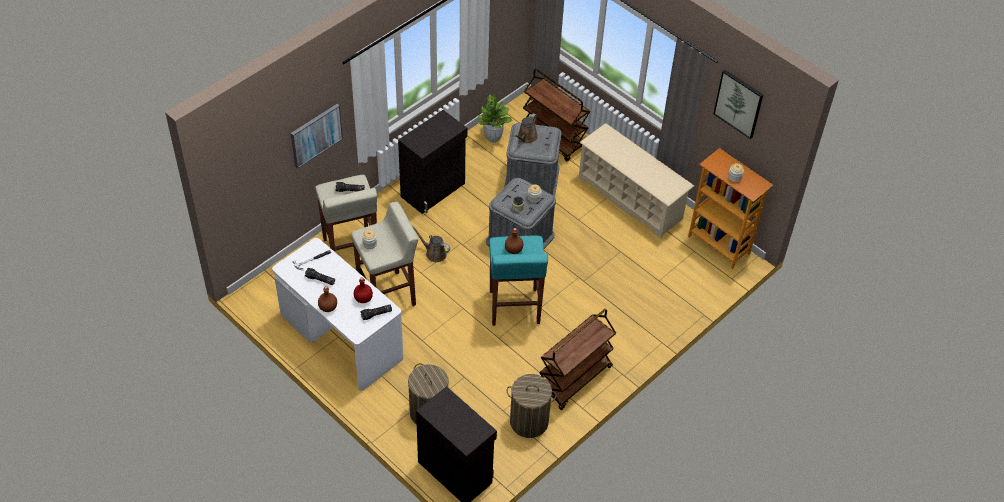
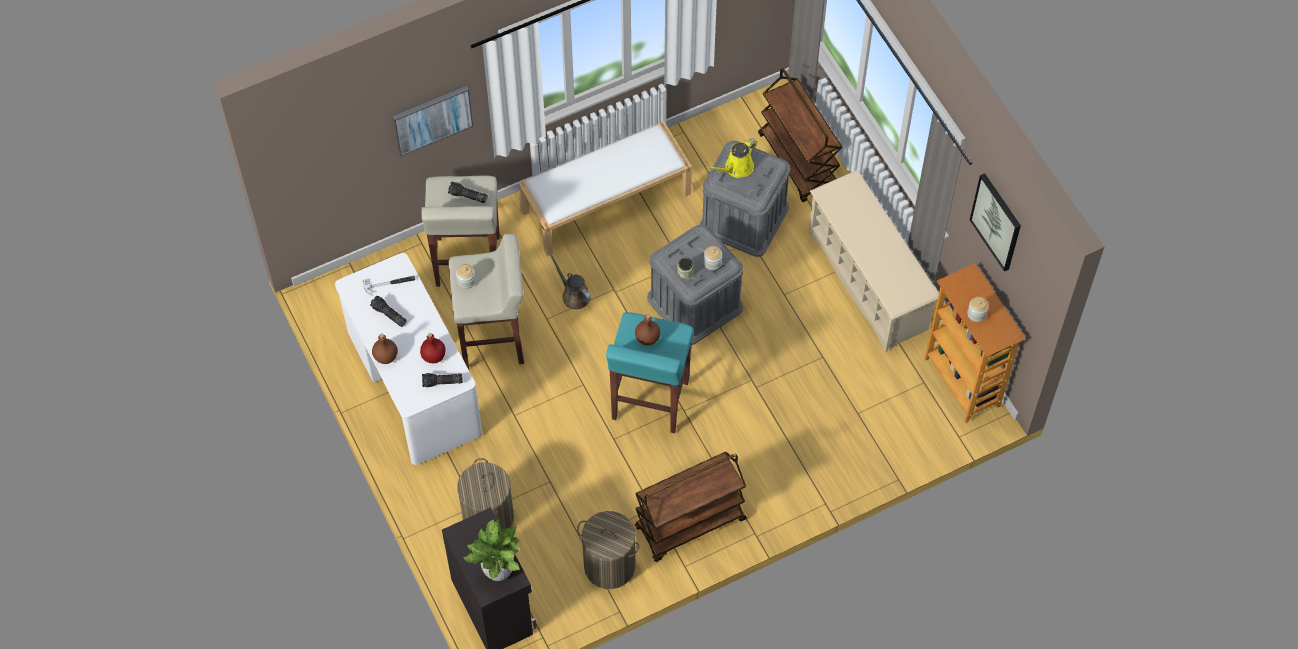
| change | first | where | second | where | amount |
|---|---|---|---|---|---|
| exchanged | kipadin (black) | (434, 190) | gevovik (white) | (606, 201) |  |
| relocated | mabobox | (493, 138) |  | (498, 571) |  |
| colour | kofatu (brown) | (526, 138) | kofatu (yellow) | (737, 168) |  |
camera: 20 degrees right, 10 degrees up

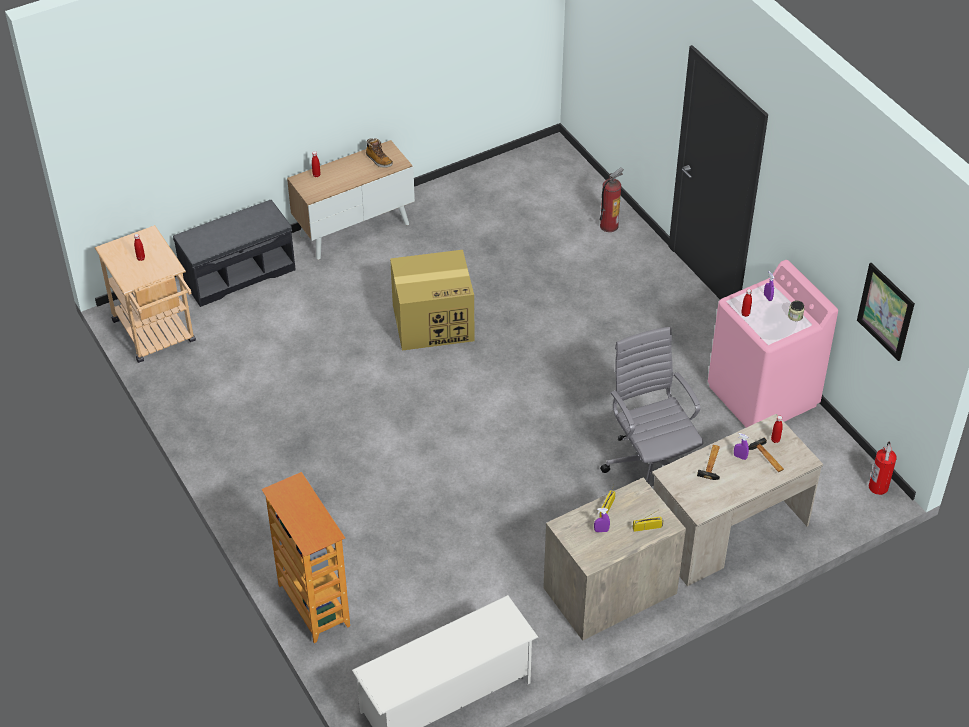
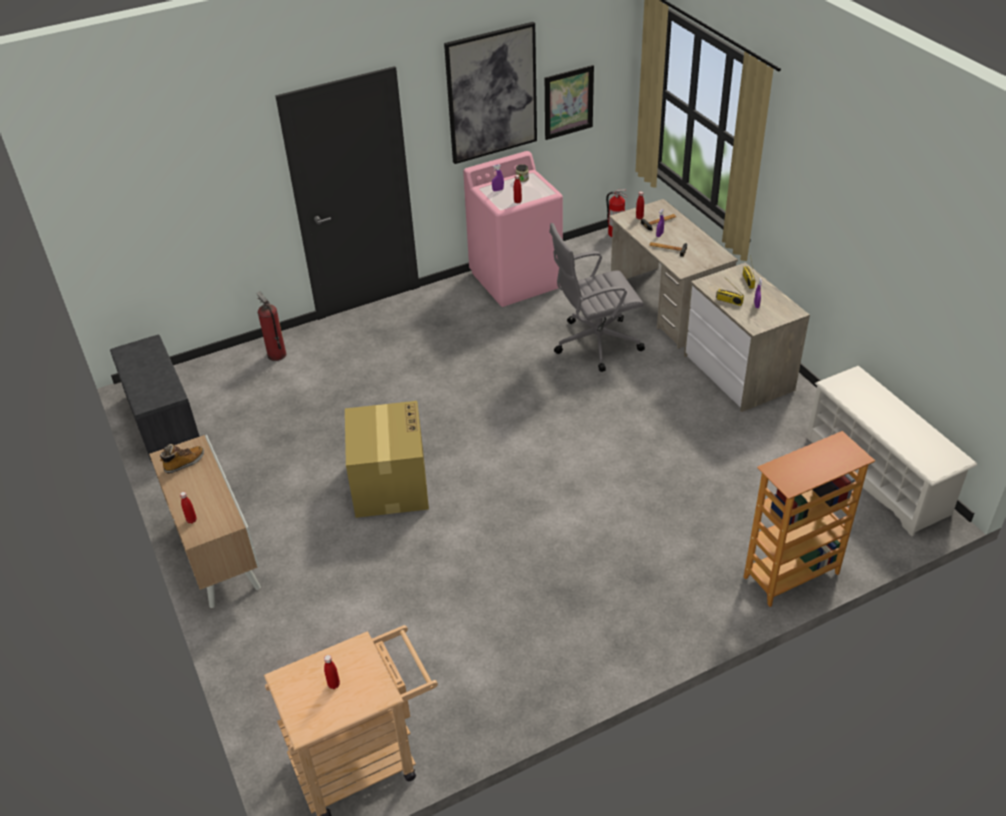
| change | first | where | second | where | amount |
|---|---|---|---|---|---|
| relocated | gevovik (grey) | (238, 273) |  | (161, 419) |  |
| appeared |  |  | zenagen | (491, 93) |  |
camera: 85 degrees left, 5 degrees down

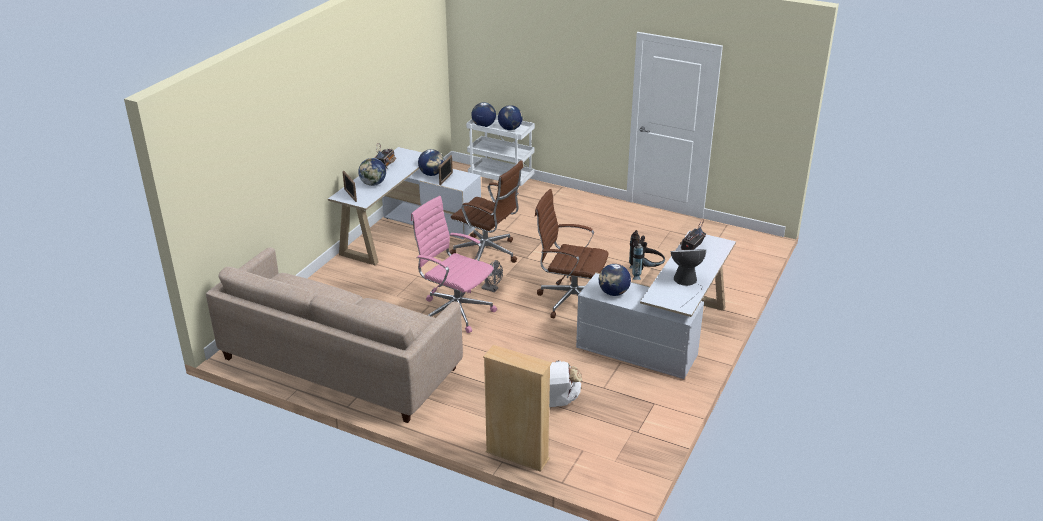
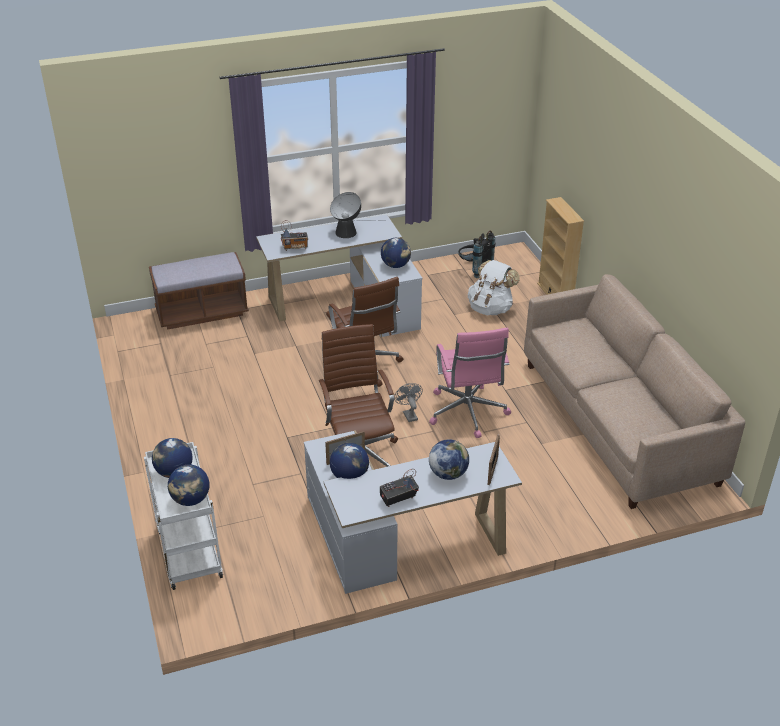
| change | first | where | second | where | amount |
|---|---|---|---|---|---|
| relocated | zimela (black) | (645, 273) |  | (474, 269) |  |
| appeared |  |  | gevovik (brown) | (202, 313) |  |
camera: 135 degrees left, 5 degrees up

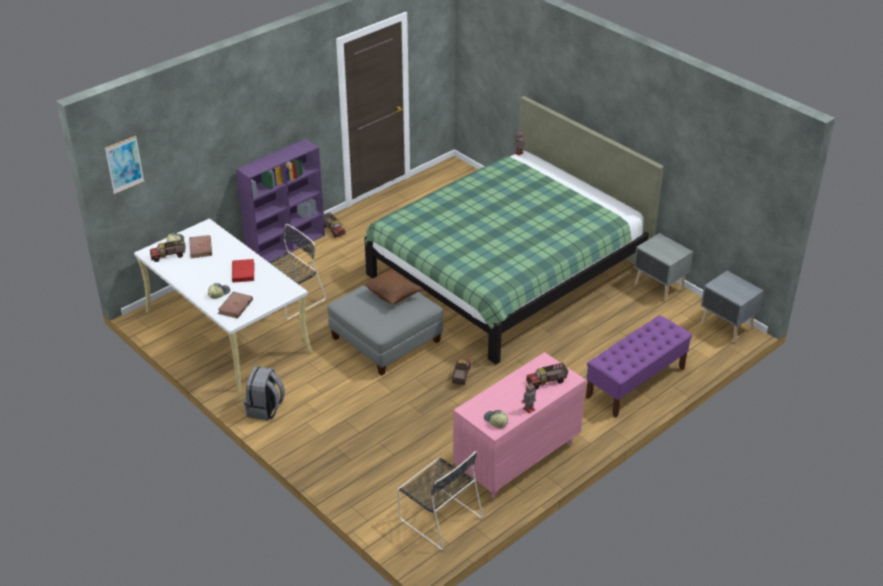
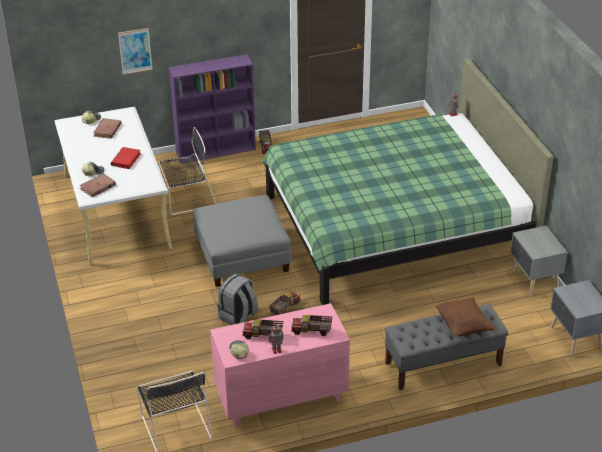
| change | first | where | second | where | amount |
|---|---|---|---|---|---|
| relocated | zenagen | (124, 164) |  | (135, 51) |  |
| relocated | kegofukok | (169, 256) |  | (263, 335) |  |
| relocated | zimela (grey) | (265, 409) |  | (238, 316) |  |
| relocated | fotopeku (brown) | (393, 296) |  | (463, 326) |  |
| colour | gevovik (purple) | (635, 383) | gevovik (grey) | (442, 364) |  |
camera: 25 degrees right, 0 degrees up

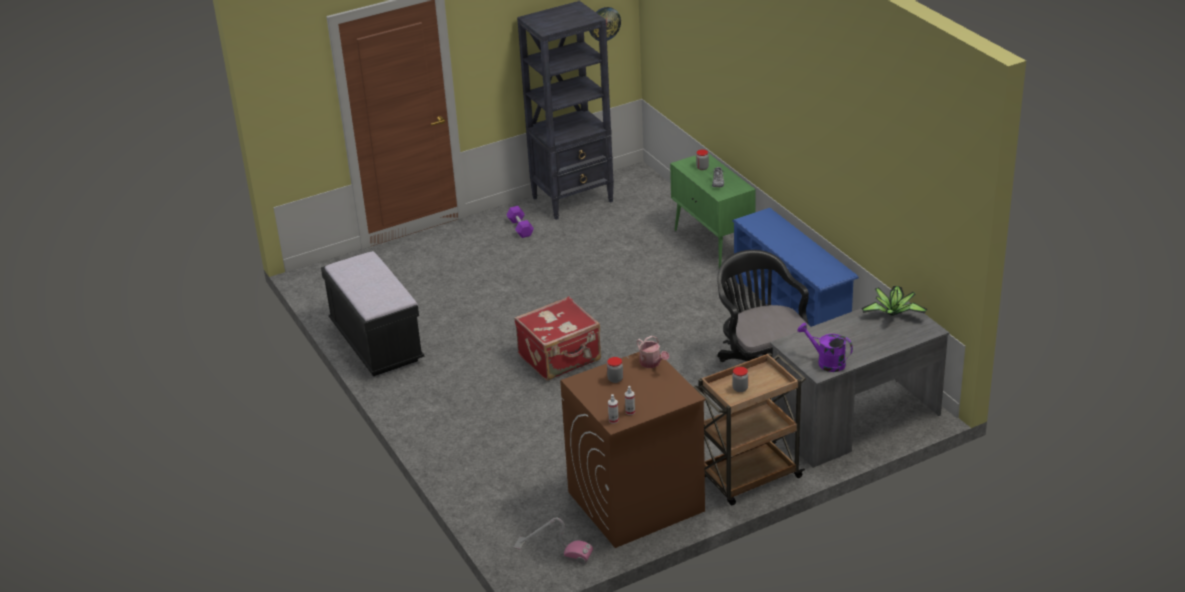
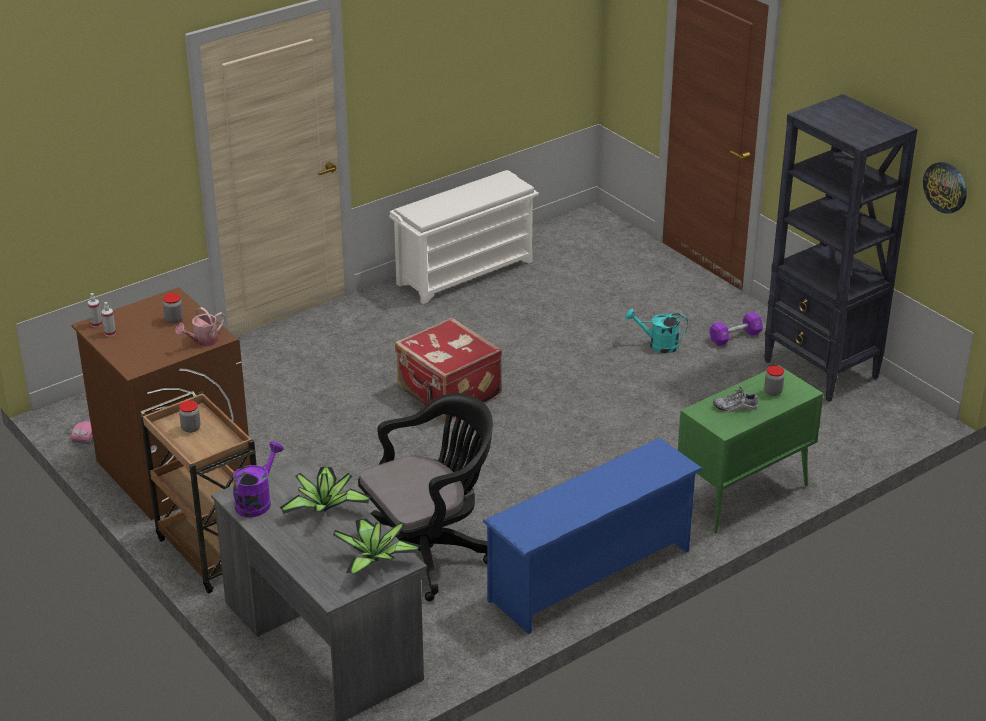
| change | first | where | second | where | amount |
|---|---|---|---|---|---|
| exchanged | gevovik (black) | (376, 343) | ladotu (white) | (465, 272) |  |
| appeared |  |  | mabobox | (324, 506) |  |
| appeared |  |  | kofatu (turquoise) | (658, 345) |  |
camera: 80 degrees right, 0 degrees up

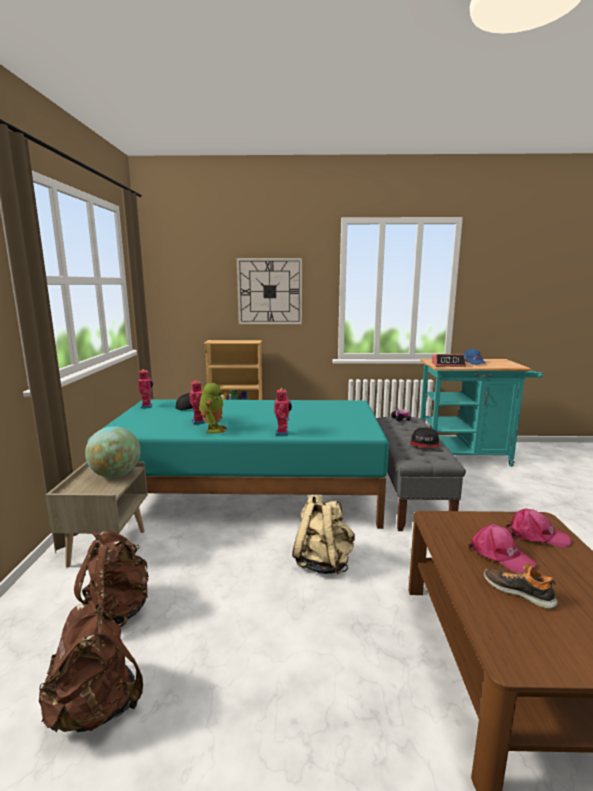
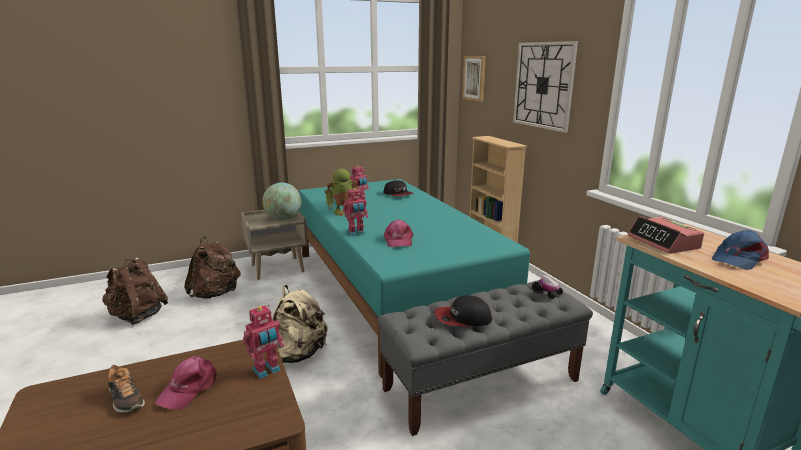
| change | first | where | second | where | amount |
|---|---|---|---|---|---|
| relocated | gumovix | (147, 406) |  | (267, 371) |  |
| spun | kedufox | (518, 591) |  | (125, 399) | 120 degrees clockwise |
| relocated | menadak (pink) | (536, 535) |  | (398, 240) |  |
| appeared |  |  | zenagen | (474, 78) |  |
camera: 65 degrees right, 5 degrees up

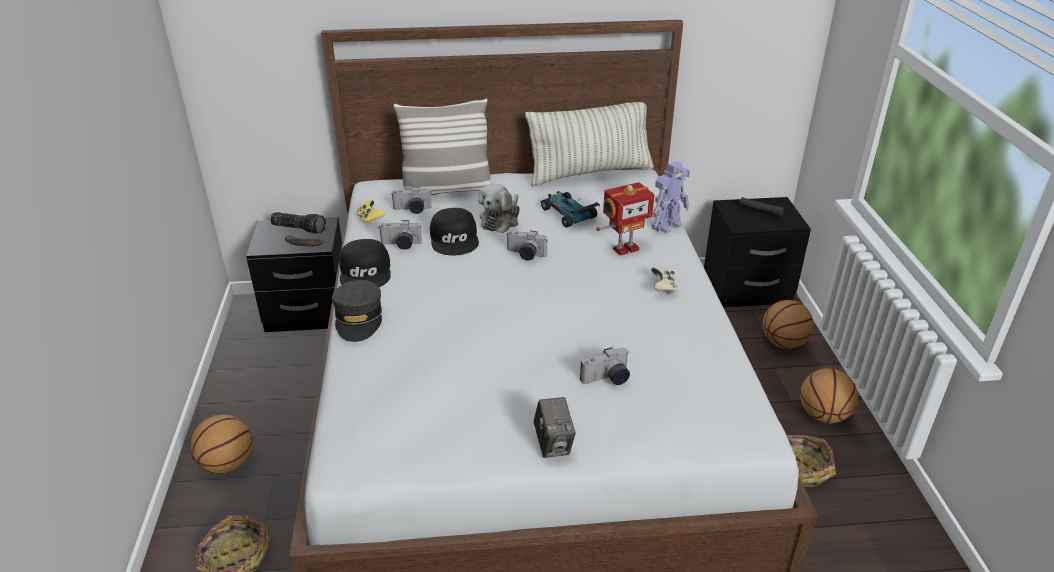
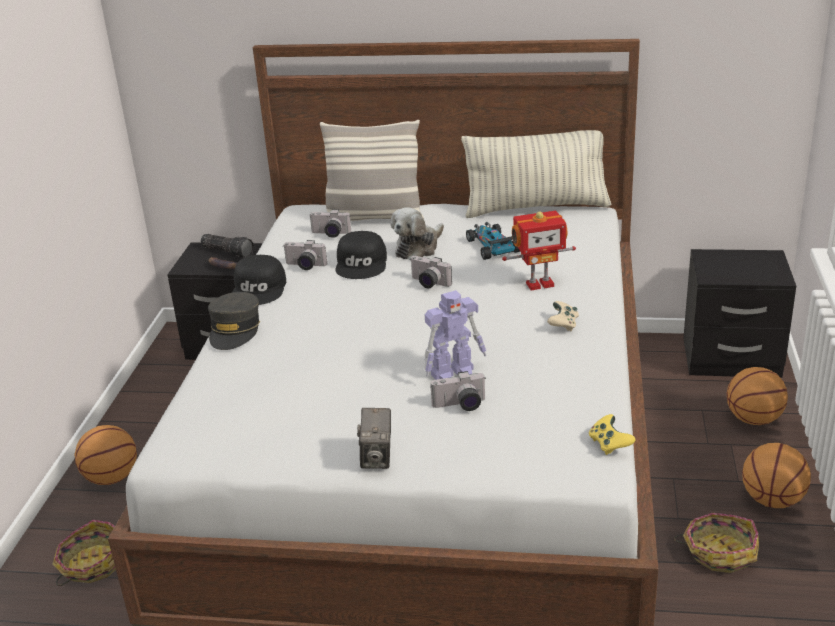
| change | first | where | second | where | amount |
|---|---|---|---|---|---|
| relocated | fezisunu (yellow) | (370, 219) |  | (609, 444) |  |
| relocated | gumovix | (667, 224) |  | (454, 372) |  |
| missing | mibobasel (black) | (760, 210) |  |  |  |
camera: 15 degrees right, 5 degrees down

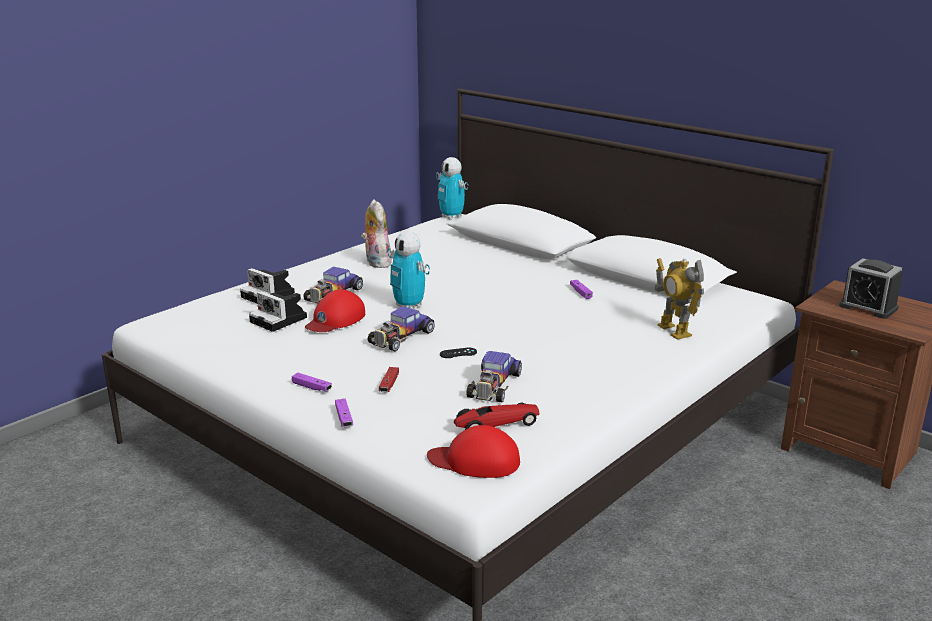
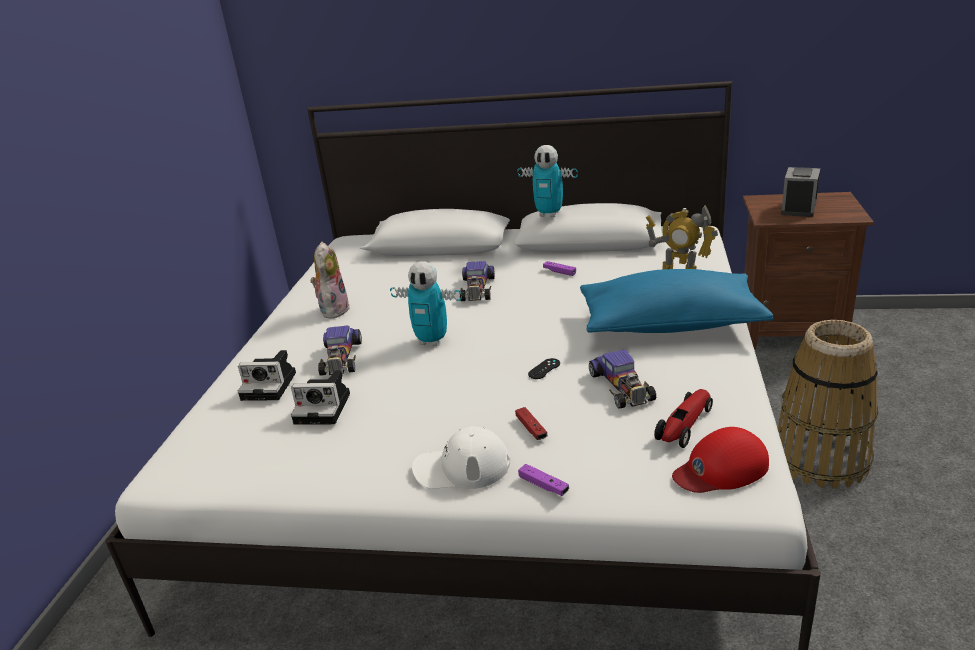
| change | first | where | second | where | amount |
|---|---|---|---|---|---|
| exchanged | fezisunu (purple) | (312, 387) | menadak (white) | (461, 467) |  |
| missing | menadak (red) | (335, 319) |  |  |  |
| spun | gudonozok | (376, 262) |  | (333, 309) | 60 degrees clockwise |
| relocated | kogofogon | (401, 337) |  | (477, 289) |  |
| relocated | gumovix | (451, 217) |  | (549, 214) |  |
| spun | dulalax | (868, 307) |  | (798, 208) | 105 degrees clockwise |
| appeared |  |  | fotopeku (blue) | (670, 325) |  |
| appeared |  |  | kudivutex | (820, 458) |  |
camera: 30 degrees left, 5 degrees up

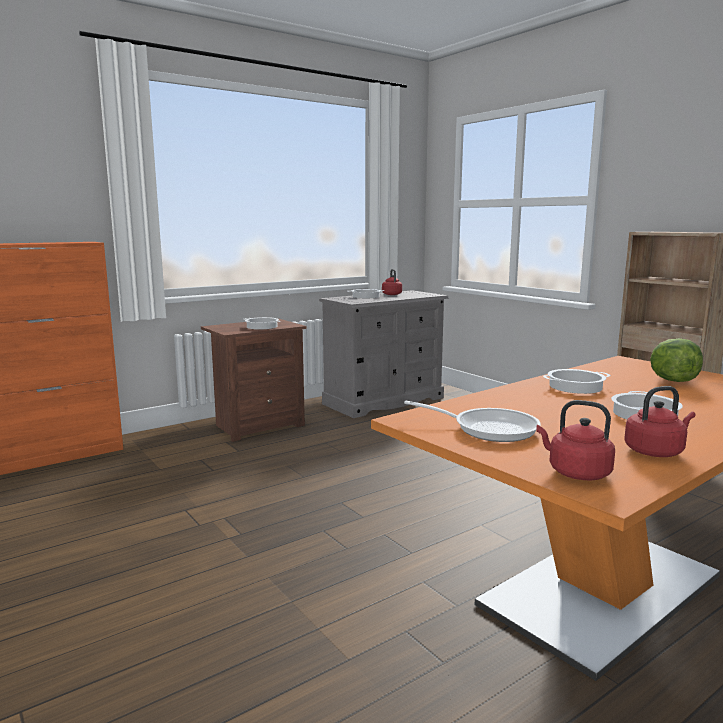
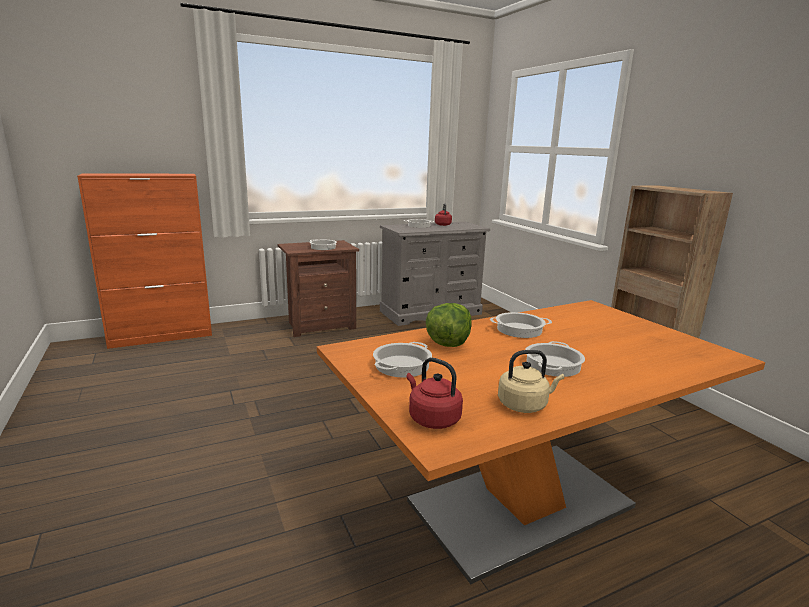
| change | first | where | second | where | amount |
|---|---|---|---|---|---|
| exchanged | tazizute | (488, 428) | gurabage | (401, 365) |  |
| colour | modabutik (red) | (656, 451) | modabutik (beige) | (524, 405) |  |
| relocated | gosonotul | (672, 380) |  | (447, 343) |  |
camera: 10 degrees right, 5 degrees up

